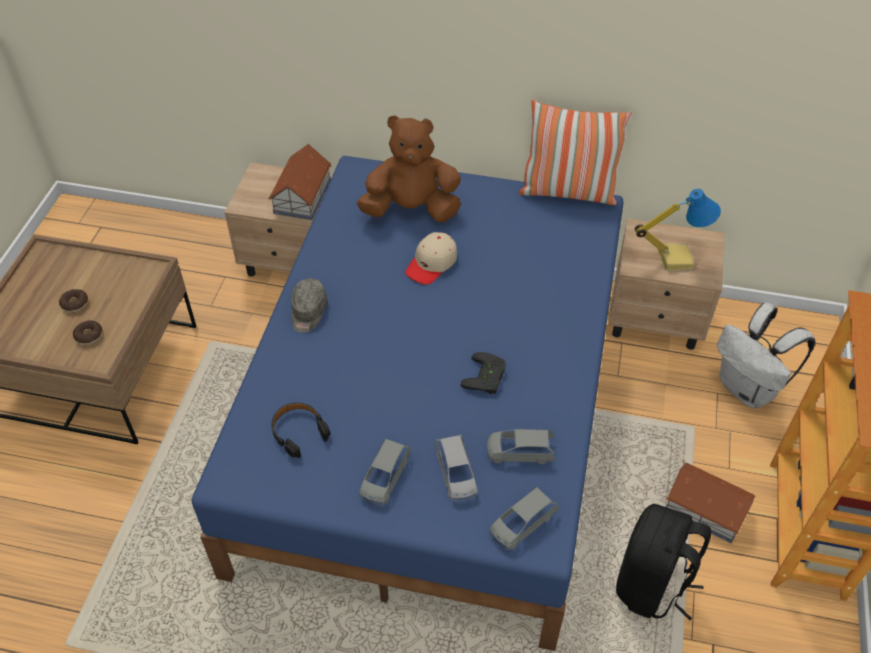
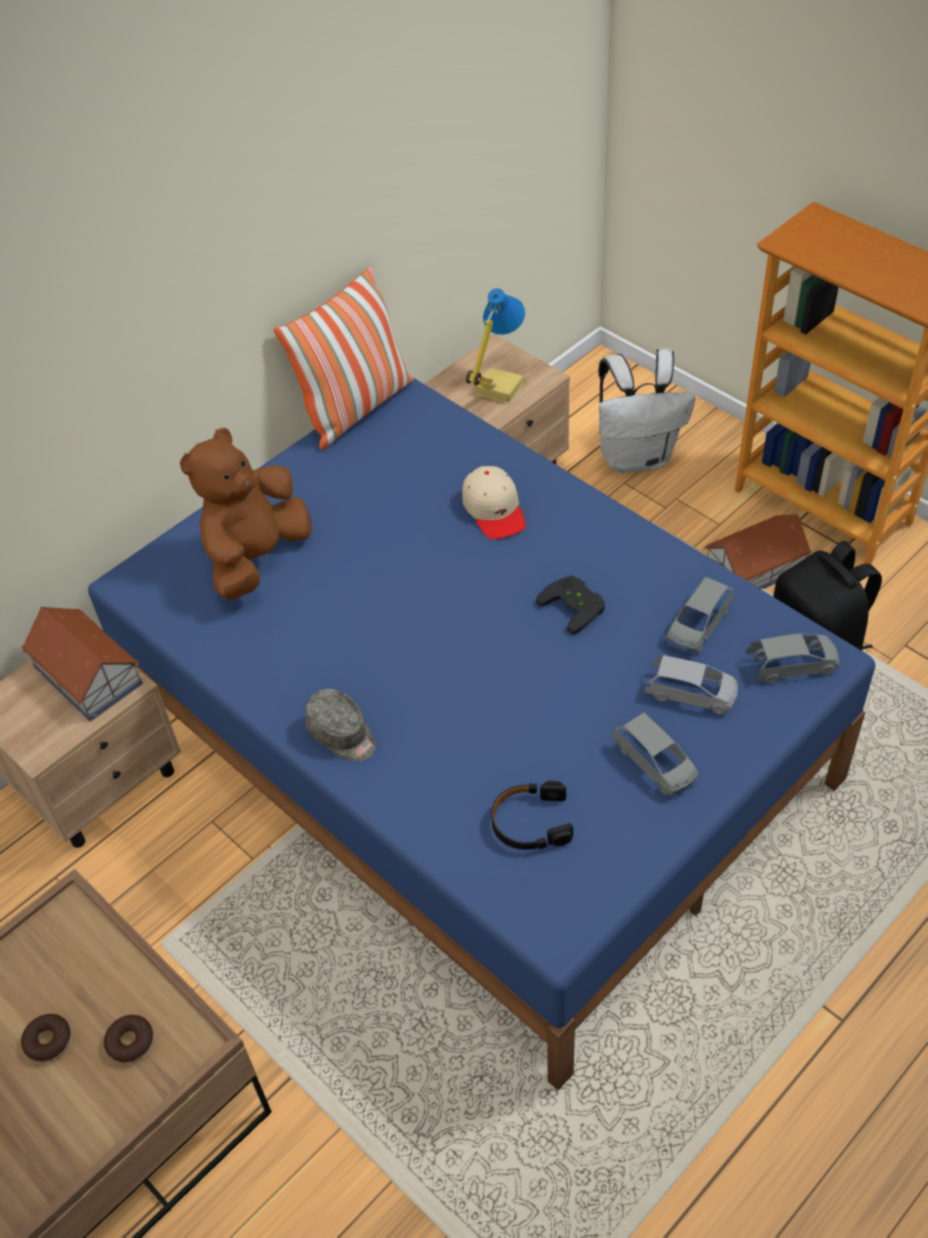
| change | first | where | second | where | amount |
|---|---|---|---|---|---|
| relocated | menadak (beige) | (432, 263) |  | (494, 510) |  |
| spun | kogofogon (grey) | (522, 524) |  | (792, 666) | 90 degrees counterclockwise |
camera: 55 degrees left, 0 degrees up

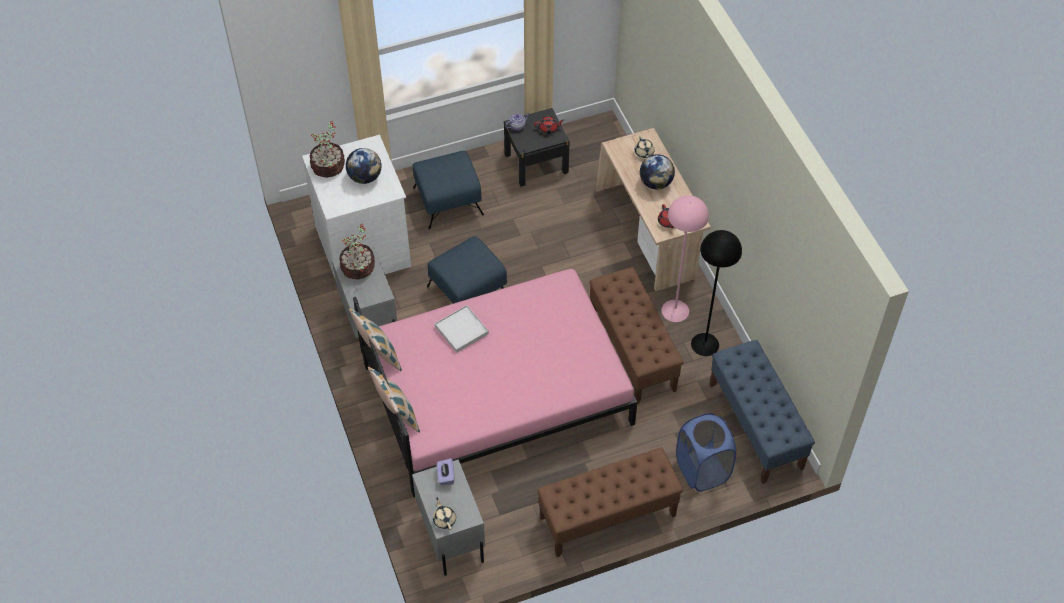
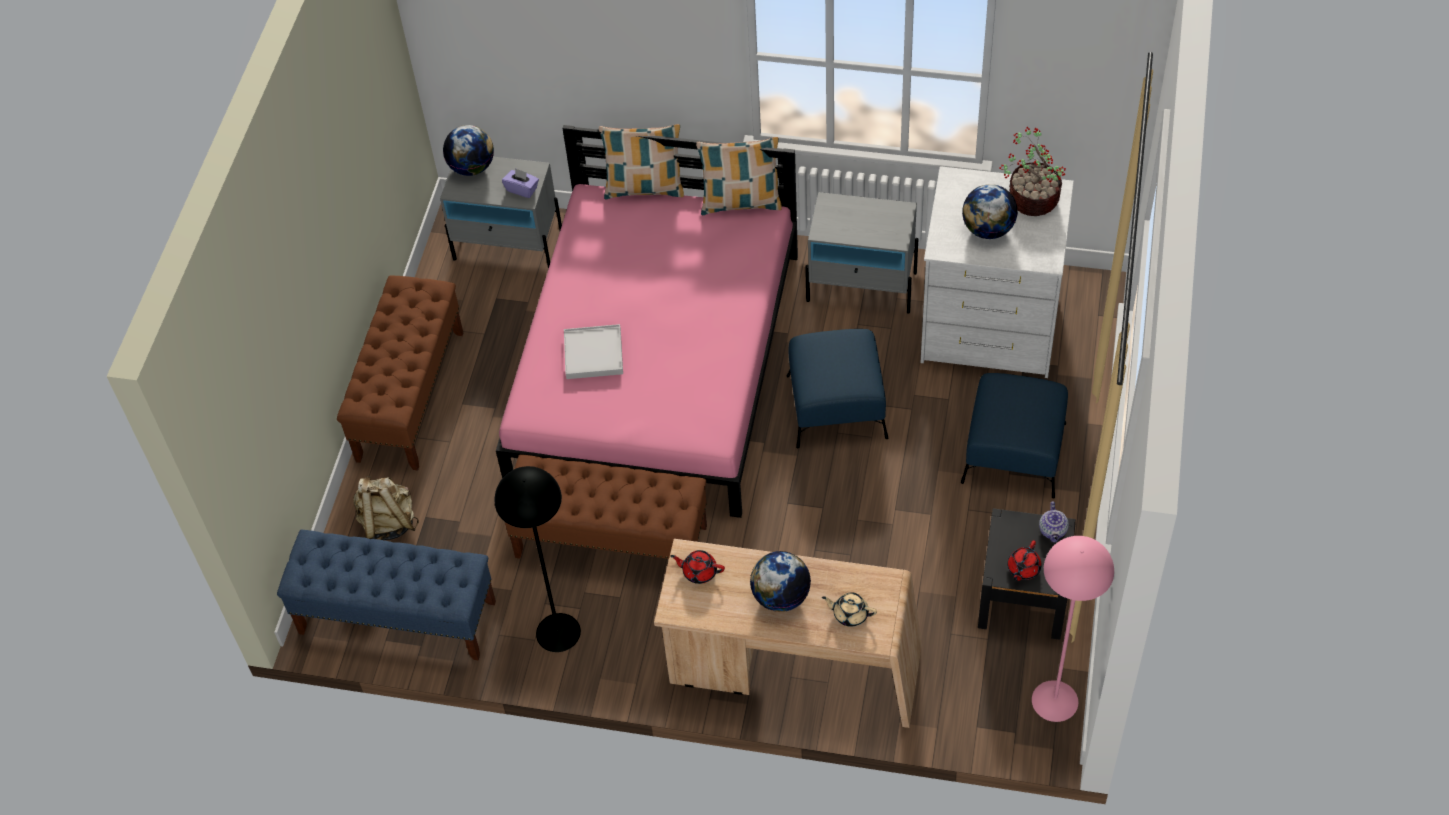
| change | first | where | second | where | amount |
|---|---|---|---|---|---|
| missing | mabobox | (358, 269) |  |  |  |
| exchanged | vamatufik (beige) | (444, 519) | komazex | (472, 167) |  |
| relocated | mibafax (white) | (462, 330) |  | (593, 354) |  |
| relocated | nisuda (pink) | (674, 310) |  | (1055, 700) |  |
| exchanged | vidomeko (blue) | (702, 470) | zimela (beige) | (388, 522) |  |
camera: 125 degrees right, 0 degrees up

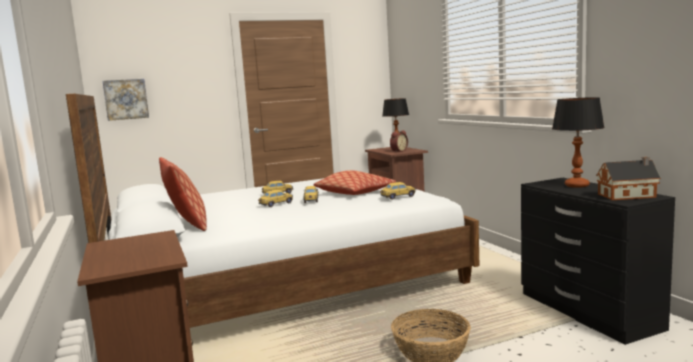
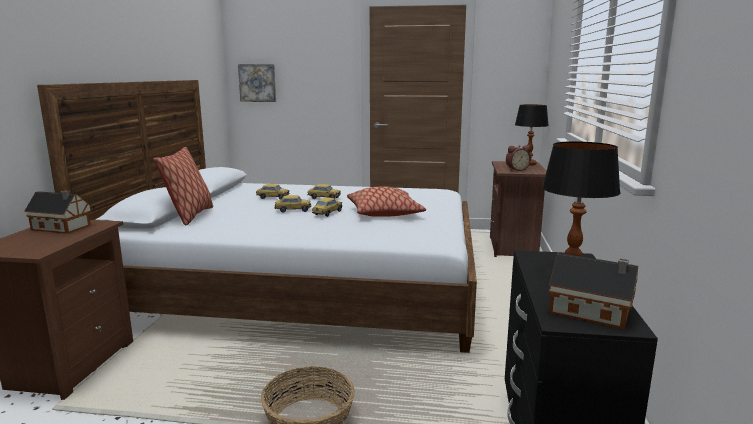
| change | first | where | second | where | amount |
|---|---|---|---|---|---|
| relocated | kogofogon | (398, 197) |  | (273, 198) |  |
| appeared |  |  | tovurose | (62, 228) |  |
camera: 30 degrees right, 5 degrees up

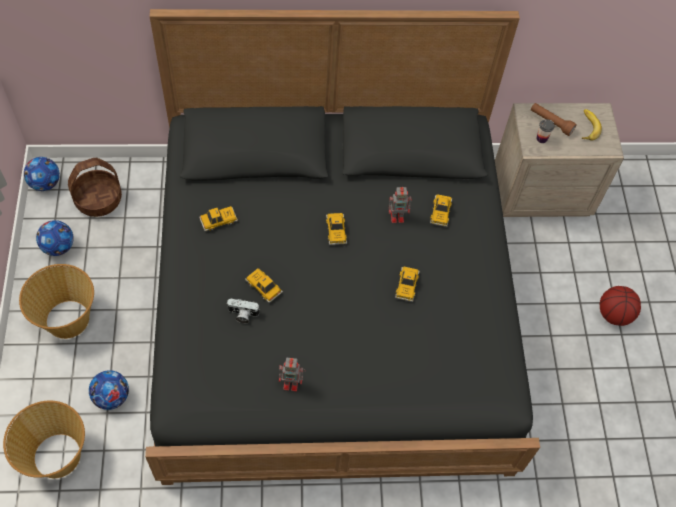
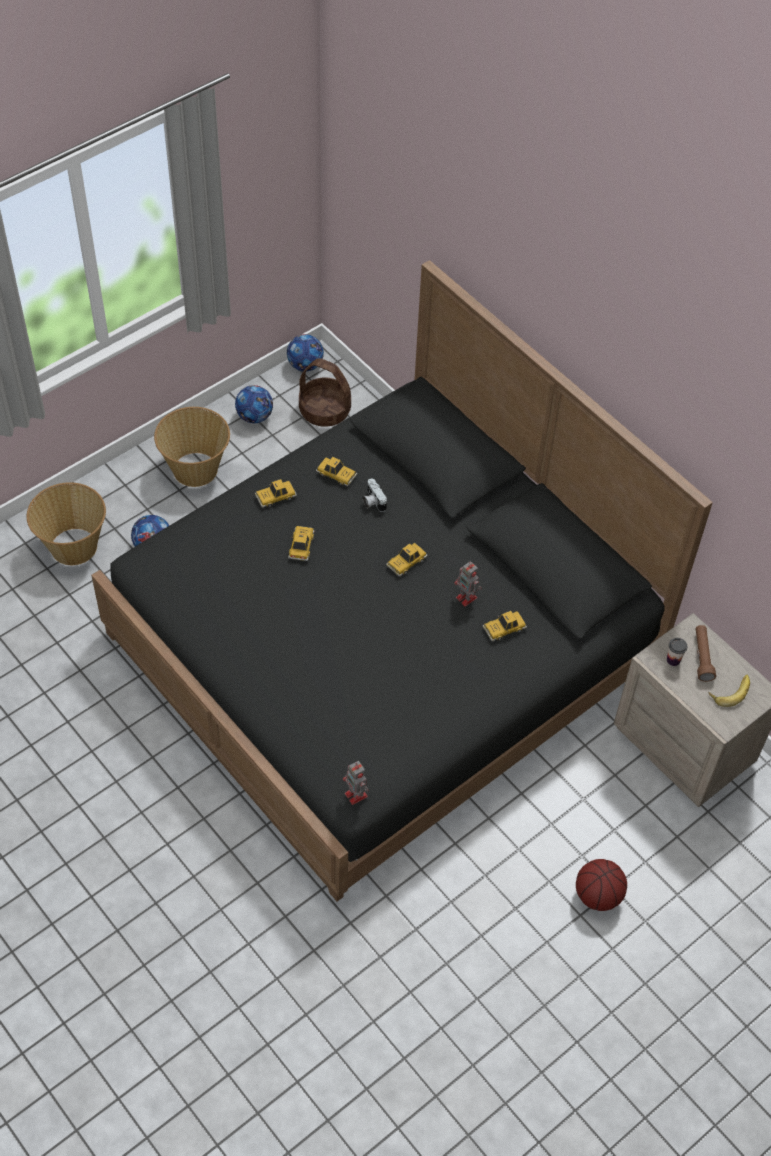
| change | first | where | second | where | amount |
|---|---|---|---|---|---|
| relocated | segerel | (242, 315) |  | (372, 501) |  |
| relocated | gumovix | (292, 383) |  | (356, 796) |  |
| relocated | kogofogon | (407, 286) |  | (275, 496) |  |
camera: 55 degrees right, 5 degrees down

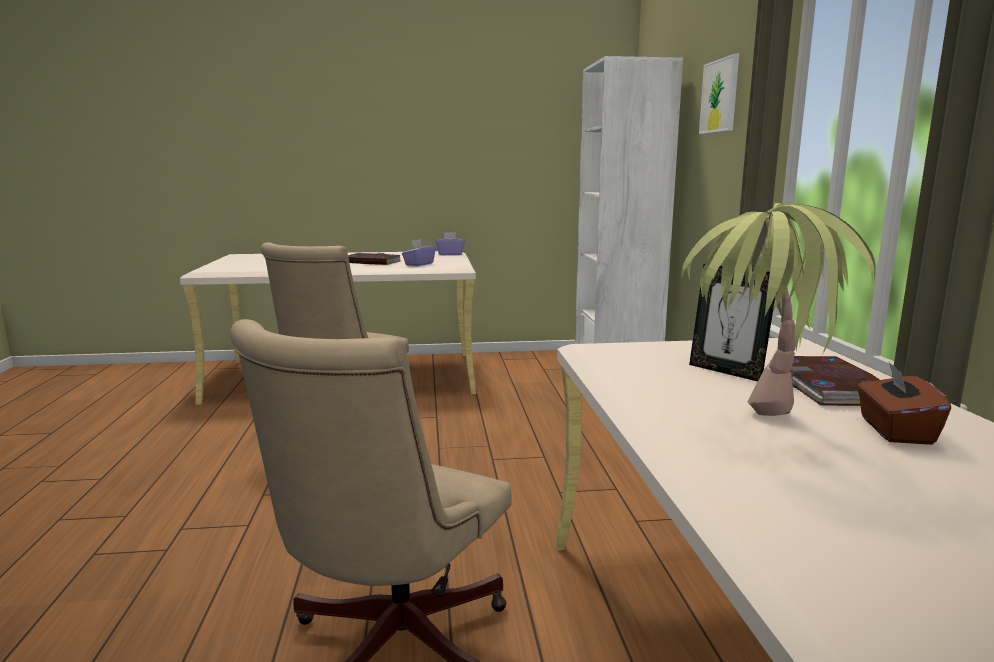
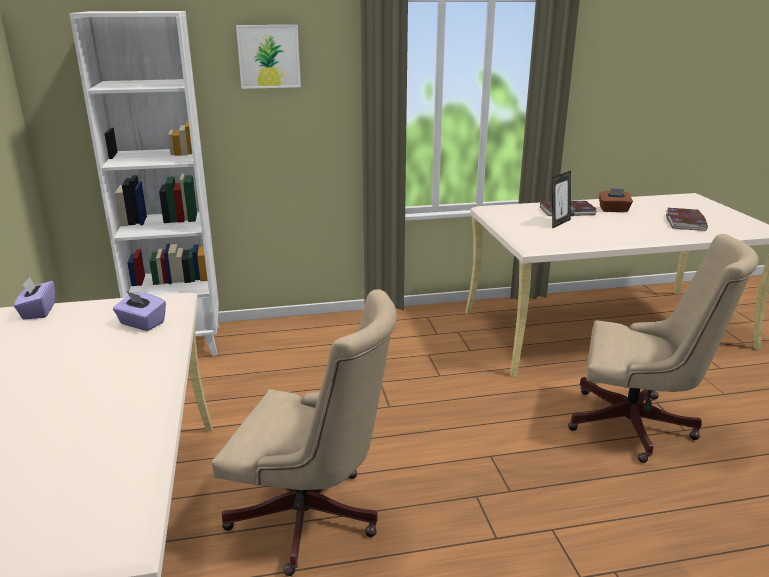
| change | first | where | second | where | amount |
|---|---|---|---|---|---|
| relocated | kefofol | (372, 262) |  | (685, 222) |  |
| missing | mabobox | (755, 429) |  |  |  |
camera: 95 degrees left, 10 degrees up

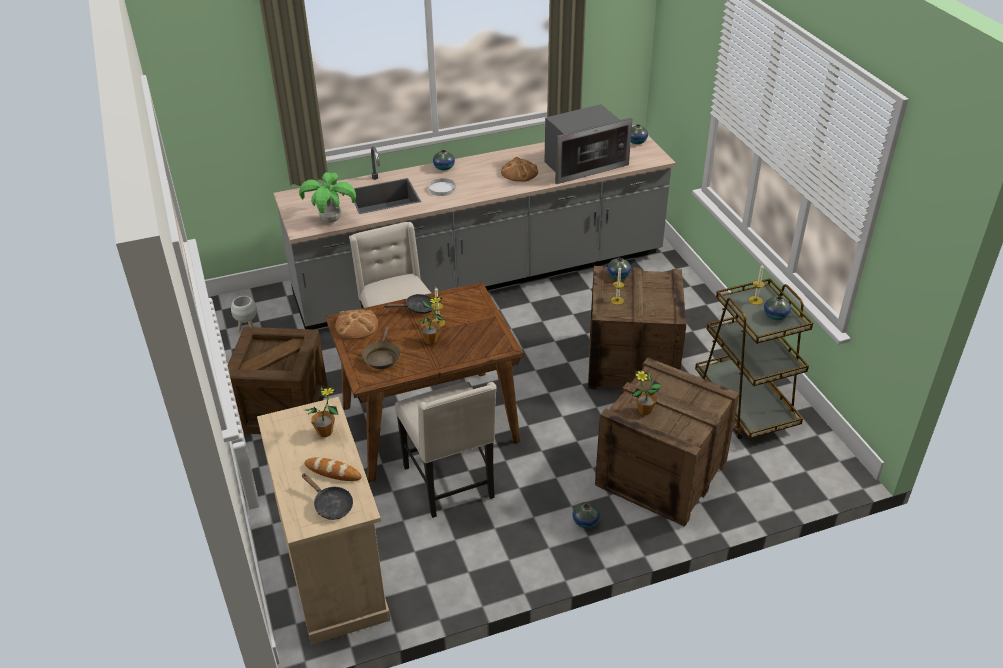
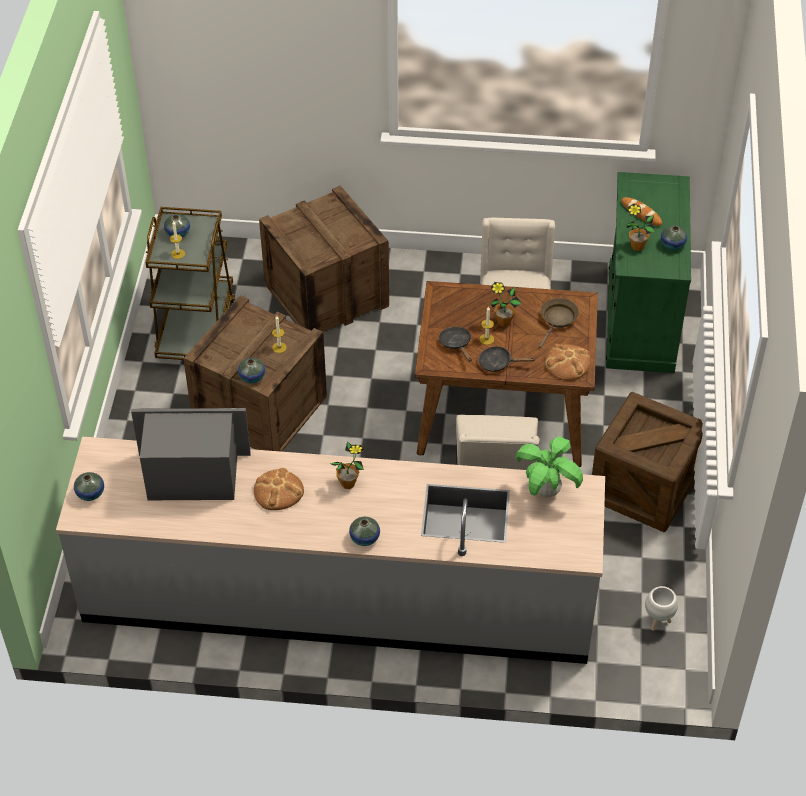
| change | first | where | second | where | amount |
|---|---|---|---|---|---|
| colour | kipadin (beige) | (333, 567) | kipadin (green) | (640, 318) |  |
| relocated | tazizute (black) | (331, 505) |  | (456, 344) |  |
| missing | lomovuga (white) | (441, 189) |  |  |  |
| relocated | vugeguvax | (585, 521) |  | (672, 244) |  |
| relocated | mabobox | (644, 410) |  | (348, 483) |  |
camera: 155 degrees left, 10 degrees up

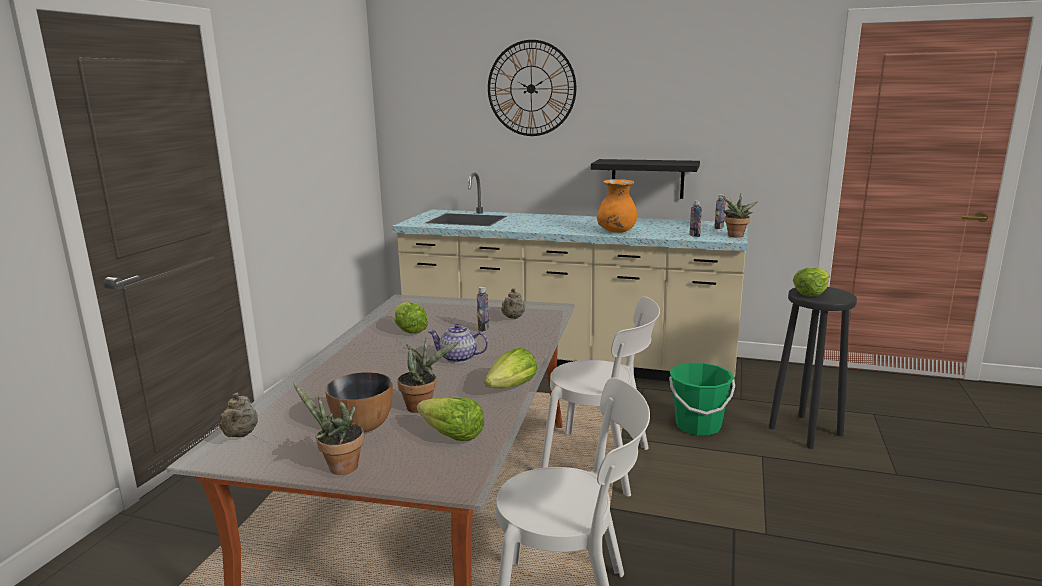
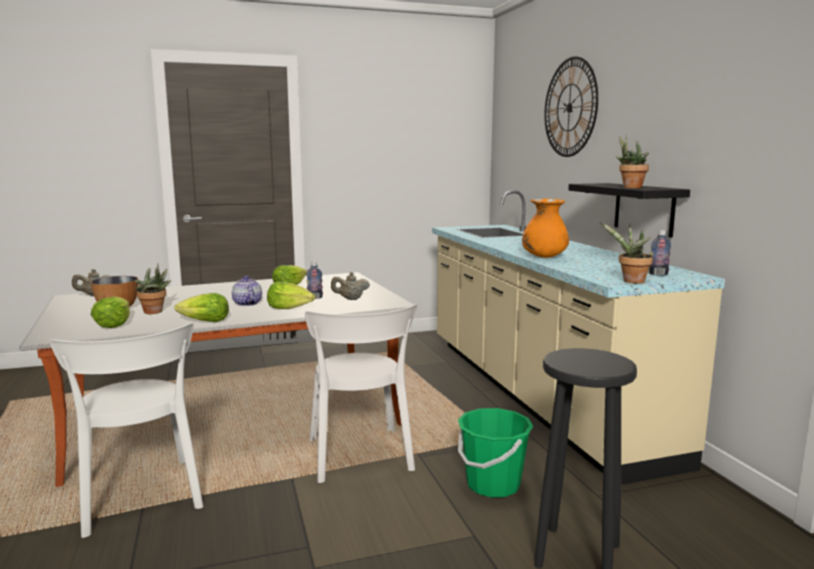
| change | first | where | second | where | amount |
|---|---|---|---|---|---|
| relocated | mabobox | (339, 467) |  | (629, 187) |  |
| missing | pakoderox | (694, 235) |  |  |  |
| relocated | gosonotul | (811, 293) |  | (290, 308) |  |
camera: 55 degrees right, 5 degrees down

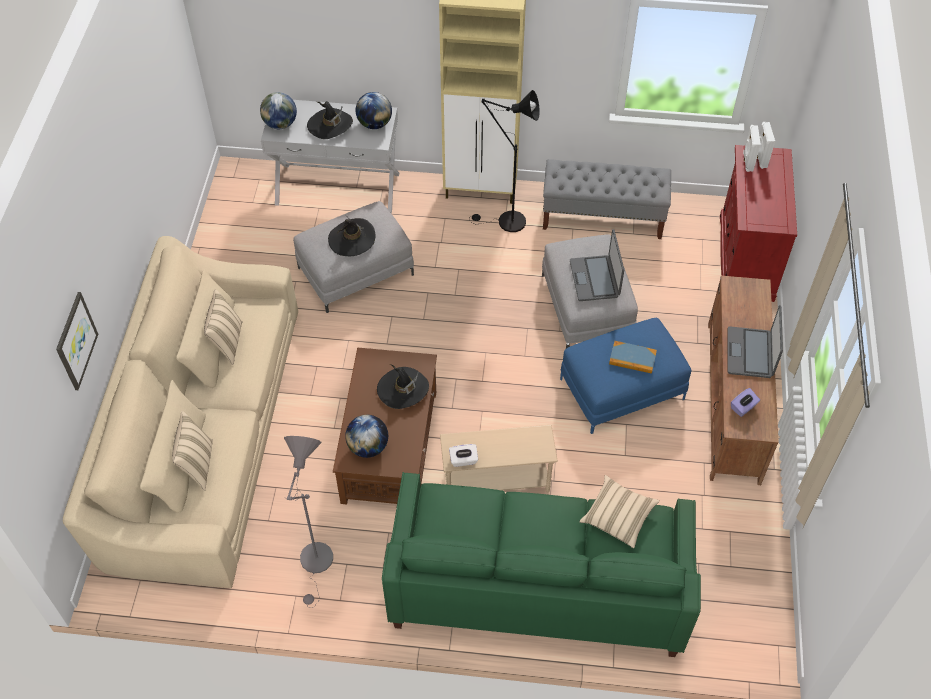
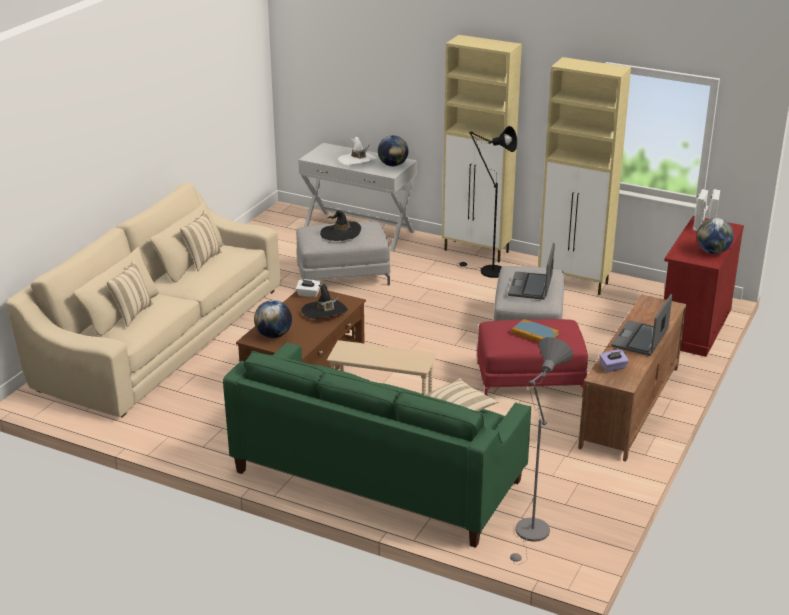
| change | first | where | second | where | amount |
|---|---|---|---|---|---|
| missing | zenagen | (75, 341) |  |  |  |
| relocated | komazex | (280, 124) |  | (712, 252) |  |
| relocated | nisuda (grey) | (317, 564) |  | (531, 535) |  |
| colour | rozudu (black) | (330, 125) | rozudu (white) | (357, 160) |  |
| relocated | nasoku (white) | (463, 460) |  | (308, 294) |  |
| exchanged | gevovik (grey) | (603, 218) | kipadin (beige) | (574, 283) |  |
| colour | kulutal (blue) | (622, 389) | kulutal (red) | (529, 380) |  |
camera: 20 degrees right, 25 degrees down

